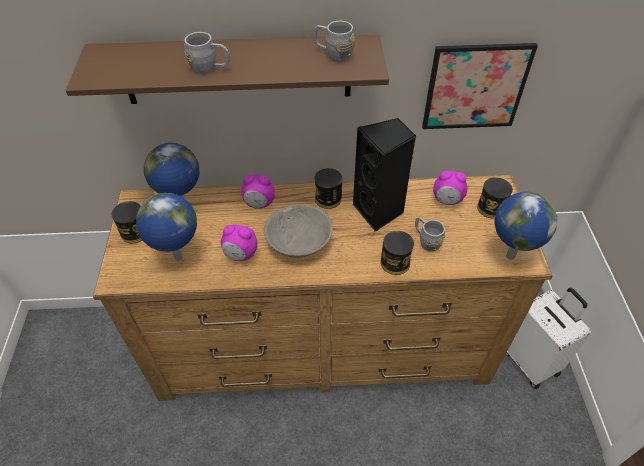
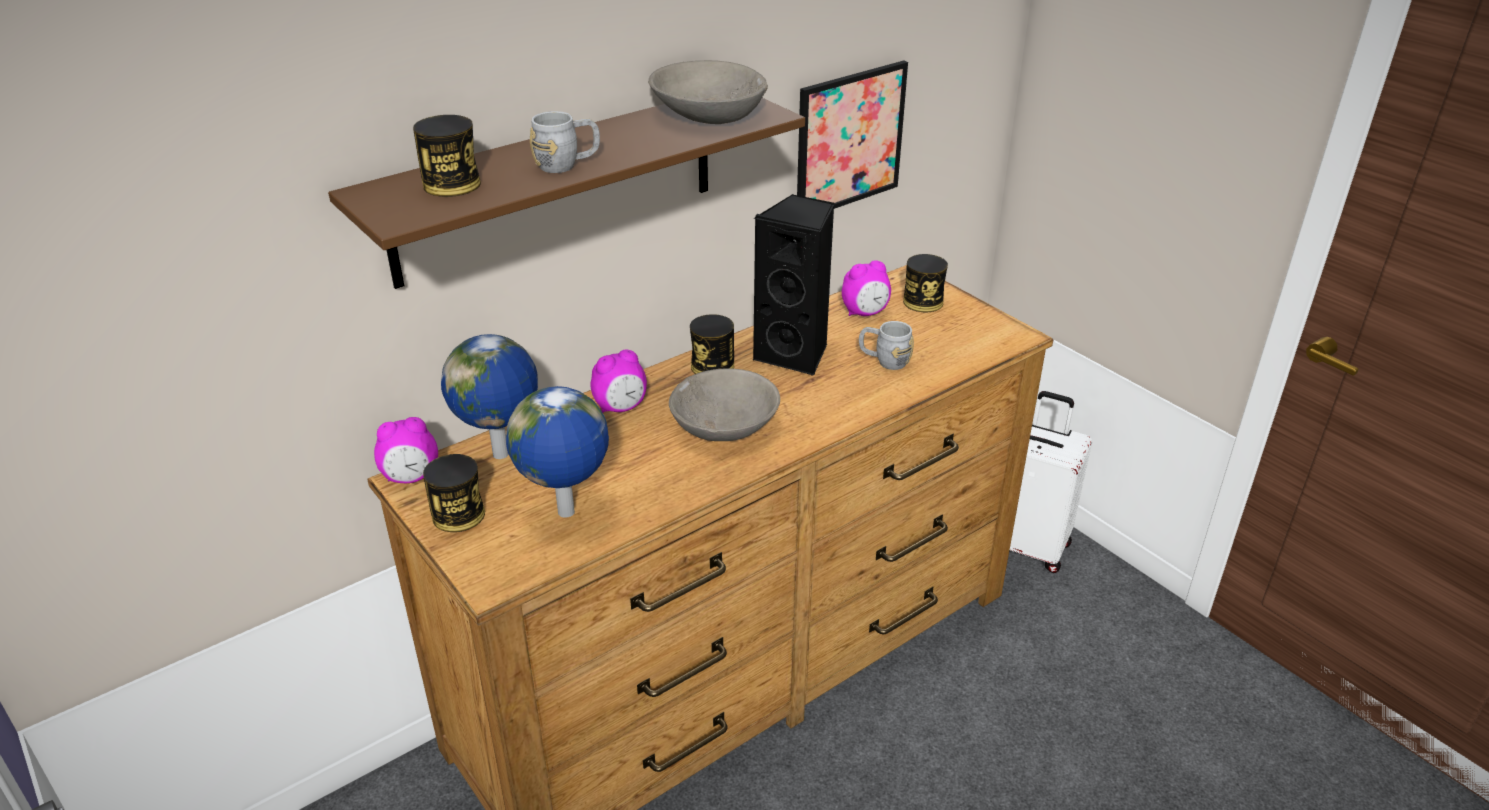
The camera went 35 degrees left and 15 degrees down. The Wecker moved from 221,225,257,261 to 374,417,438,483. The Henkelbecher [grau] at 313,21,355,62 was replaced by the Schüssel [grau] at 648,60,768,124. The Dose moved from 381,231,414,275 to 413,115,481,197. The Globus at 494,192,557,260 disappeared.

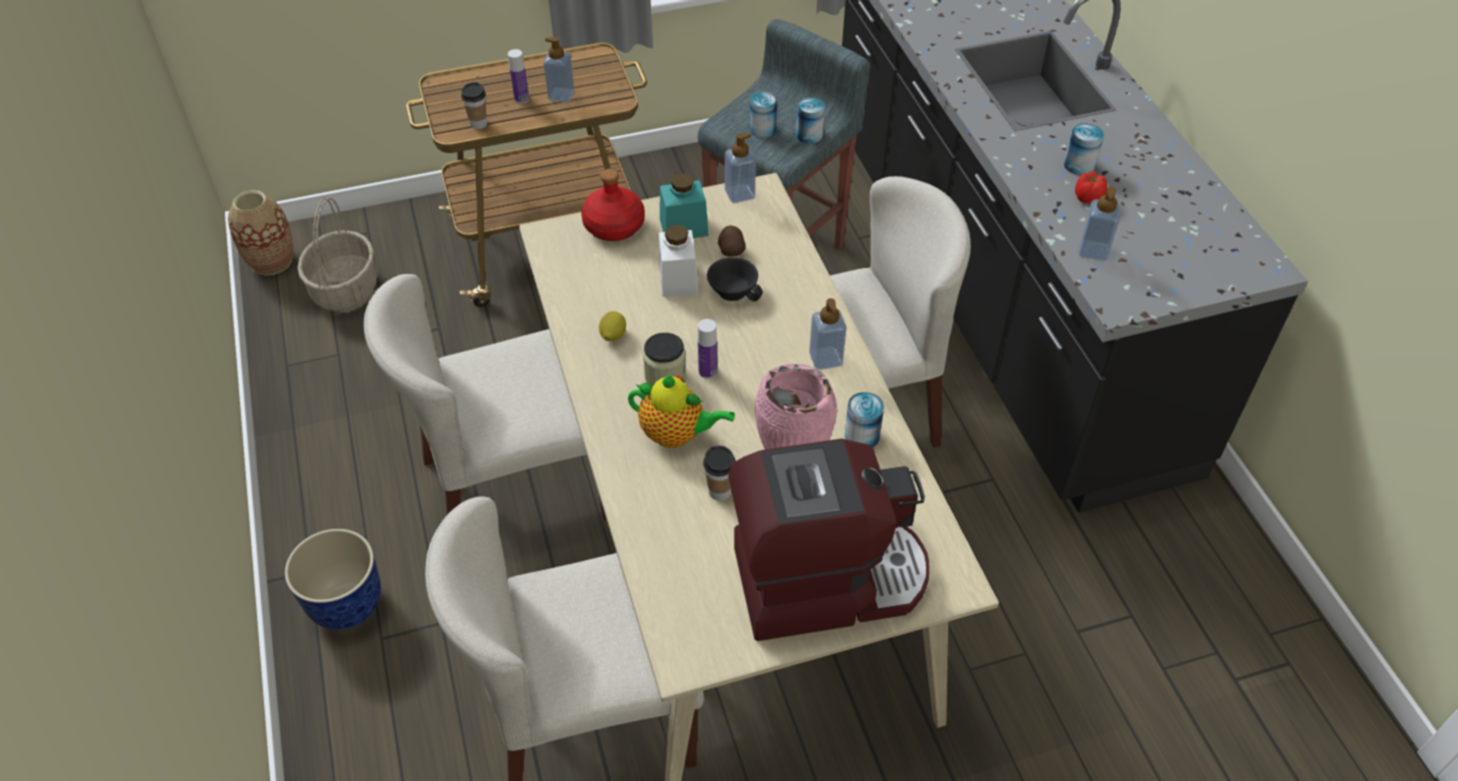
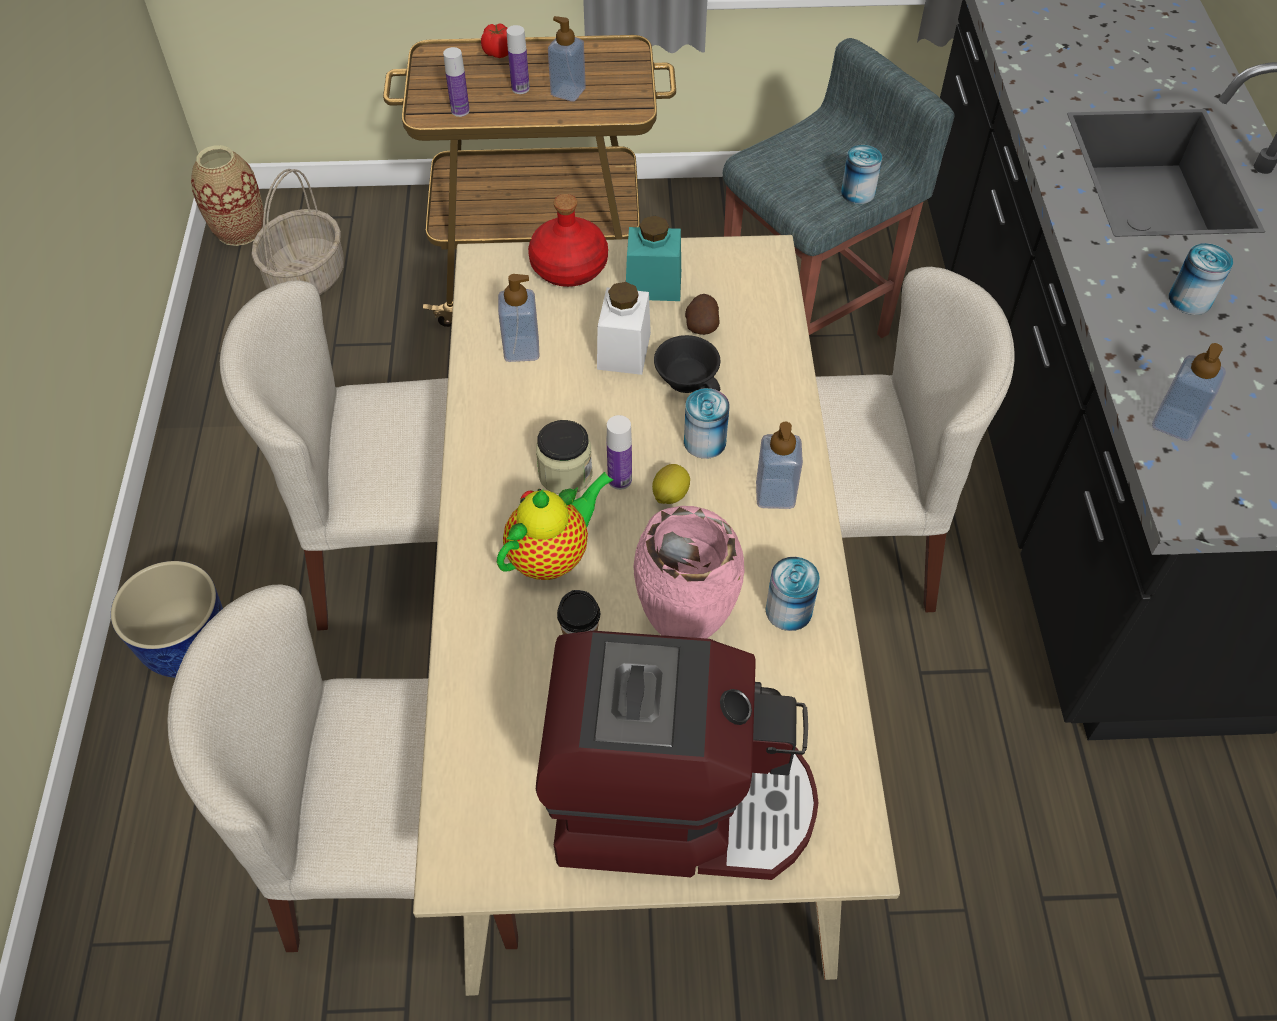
The camera went 15 degrees right and 5 degrees up. The Tasse at 461,82,487,129 was replaced by the Flasche at 443,47,470,117. The Zitrone moved from 599,311,626,341 to 652,464,690,504. The Teekanne at 628,375,735,448 turned 75 degrees counterclockwise. The Seifenspender moved from 725,133,756,203 to 498,274,539,362. The Dose moved from 750,92,777,138 to 684,388,730,459. The Tomate moved from 1075,171,1107,203 to 481,23,508,58.

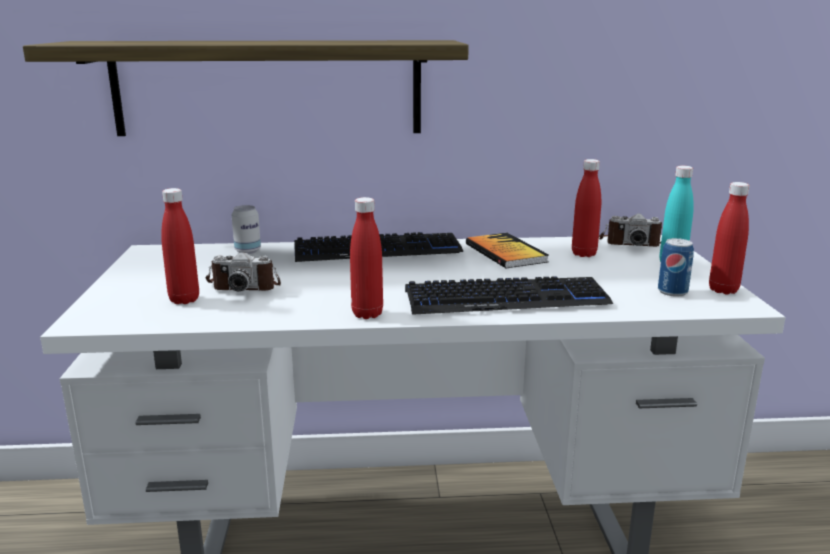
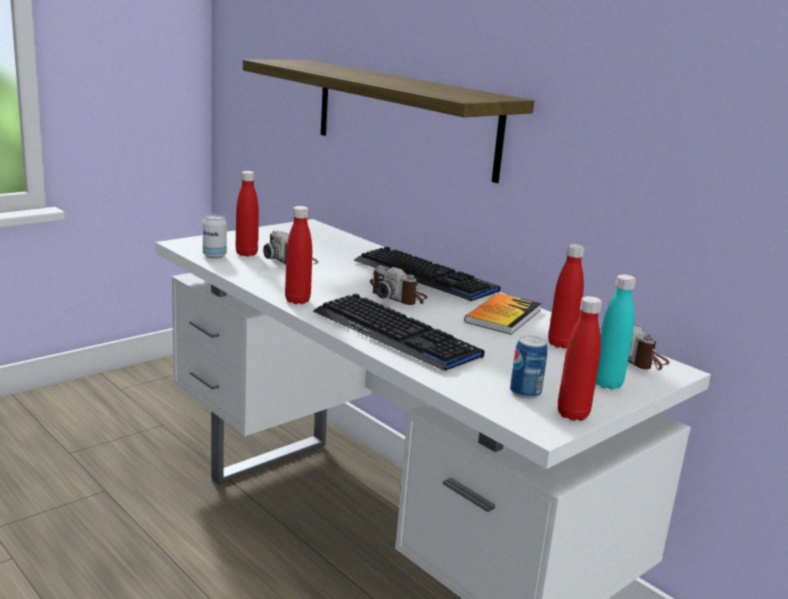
The camera went 50 degrees right and 0 degrees up. The Dose moved from 232,205,261,254 to 203,214,227,259. The Kamera at 370,265,427,305 appeared.

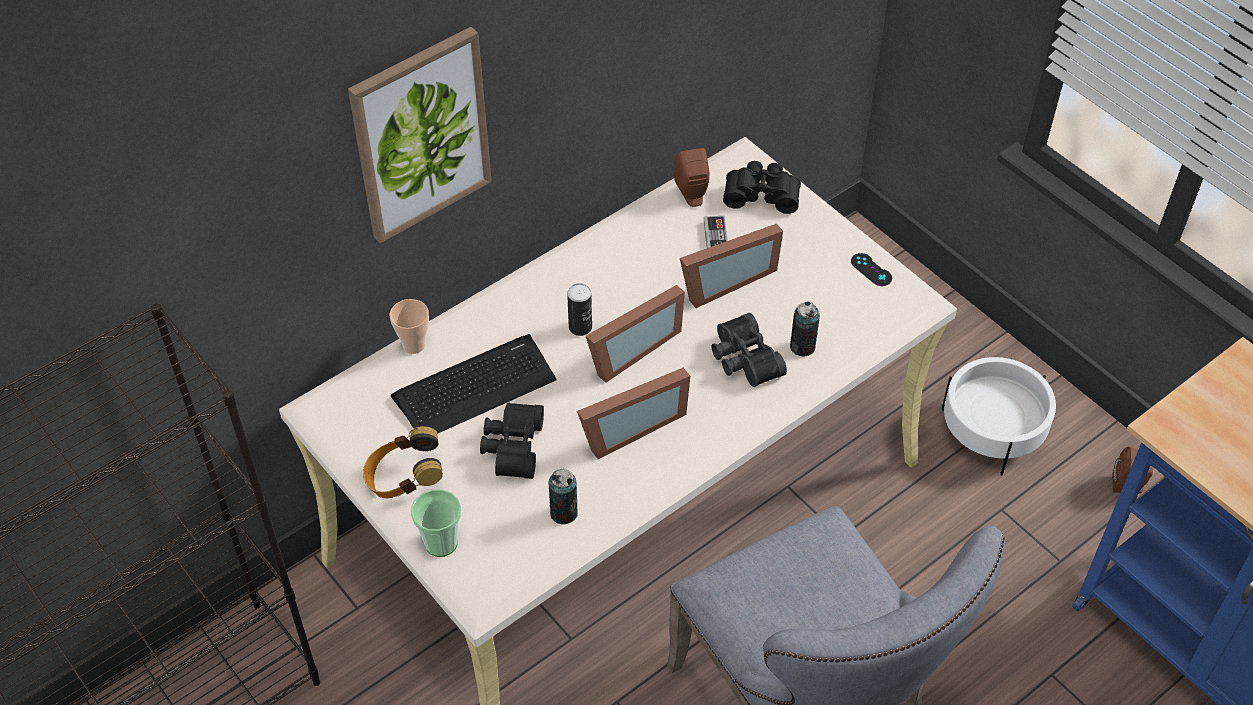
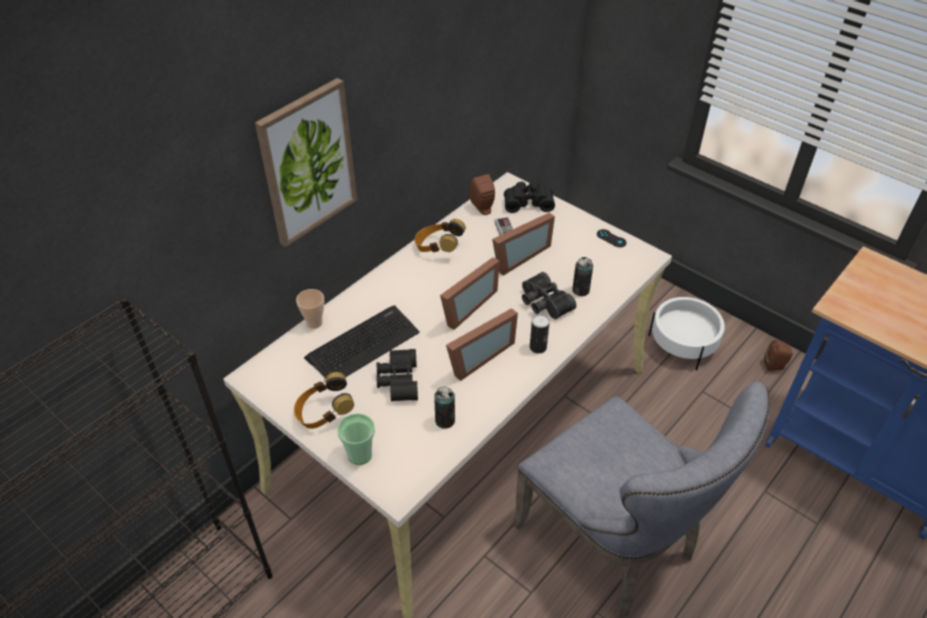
The camera went 10 degrees left and 5 degrees down. The Dose moved from 567,283,592,336 to 530,314,550,354. The Kopfhörer at 415,219,466,252 appeared.

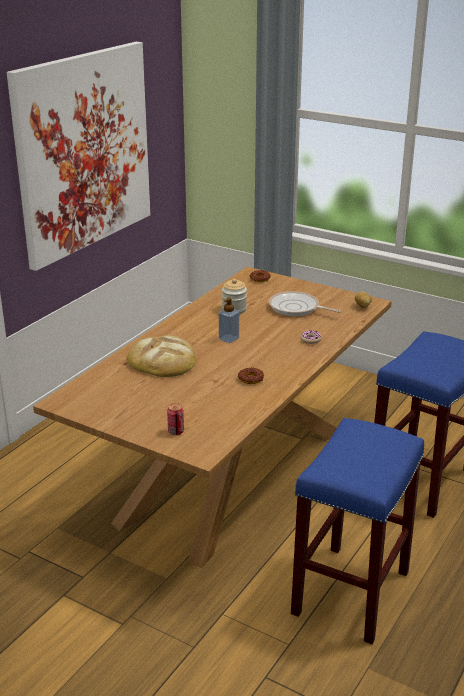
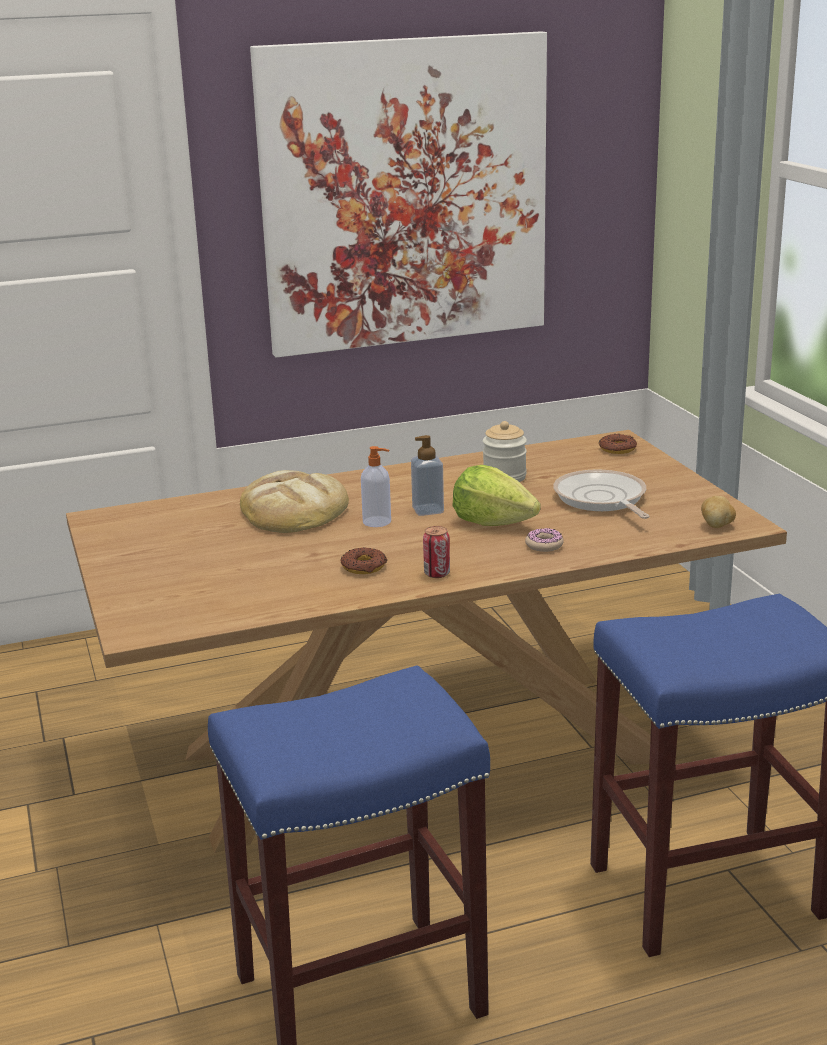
The camera went 40 degrees right and 5 degrees down. The Dose moved from 167,403,184,435 to 423,526,450,578. The Seifenspender at 361,446,391,527 appeared. The Salatkopf at 452,465,541,526 appeared.

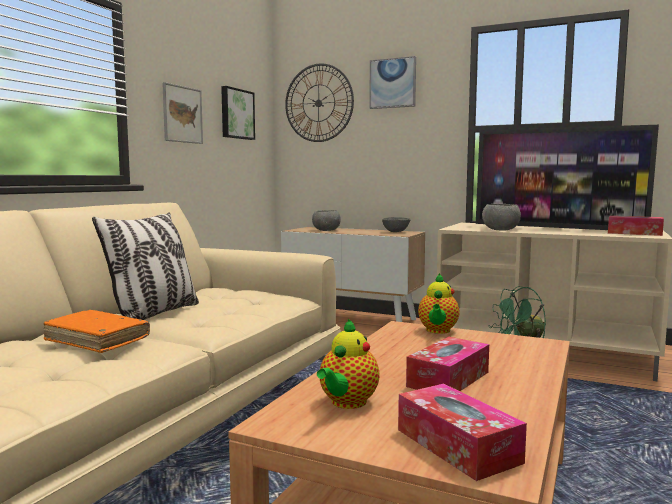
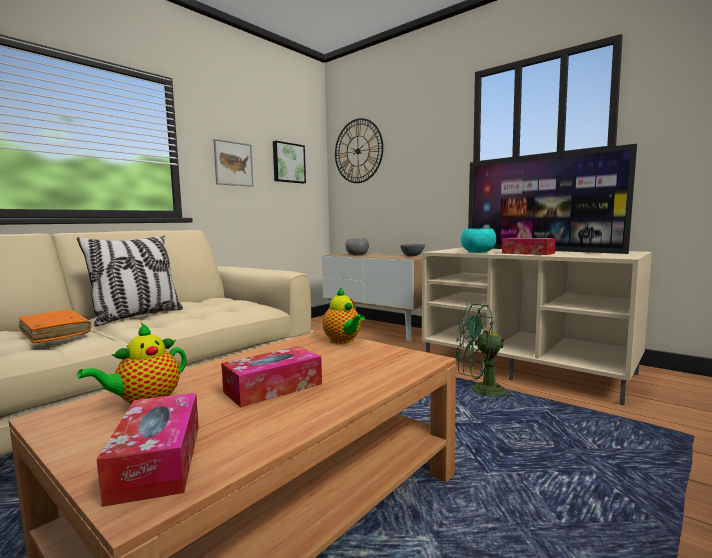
The camera went 15 degrees right and 0 degrees up. The Bild at 369,56,416,109 disappeared. The Teekanne at 418,273,460,334 turned 60 degrees counterclockwise. The Schüssel [grau] at 482,204,521,231 became the Schüssel [türkis] at 461,228,496,253. The Taschentuchbox moved from 608,216,664,236 to 502,238,556,255.

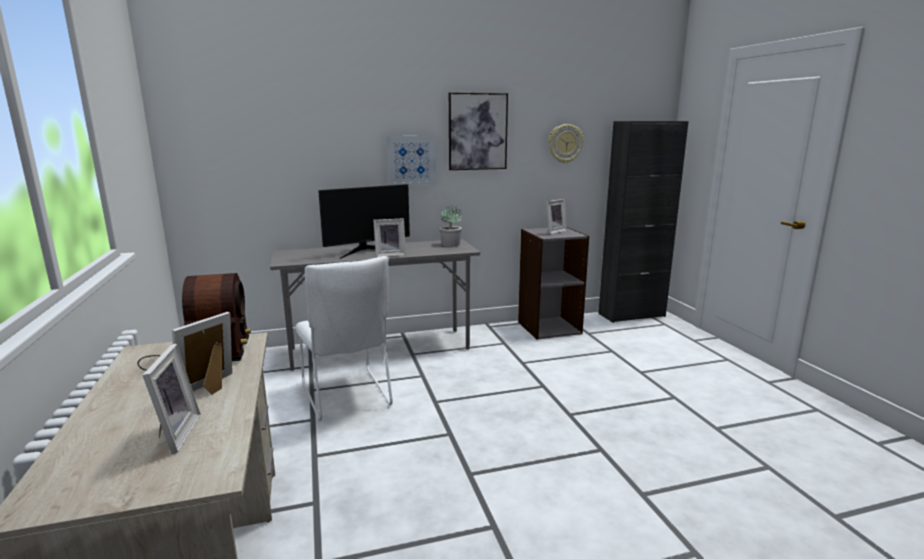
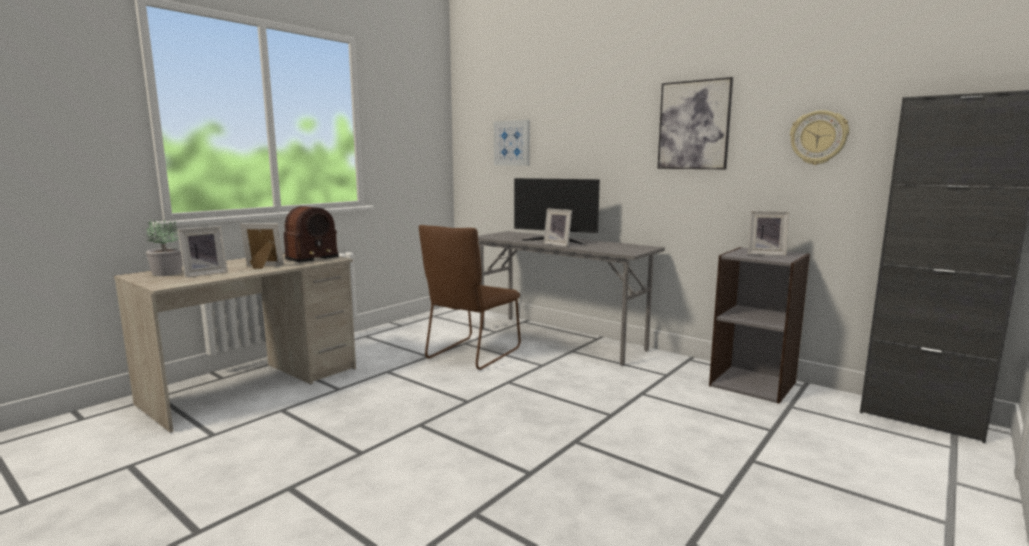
The camera went 55 degrees right and 5 degrees down. The Stuhl [weiß] at 295,256,393,421 became the Stuhl [braun] at 419,225,521,370. The Bild moved from 386,135,436,185 to 494,120,530,166. The Topfpflanze moved from 439,206,462,247 to 146,220,182,276.

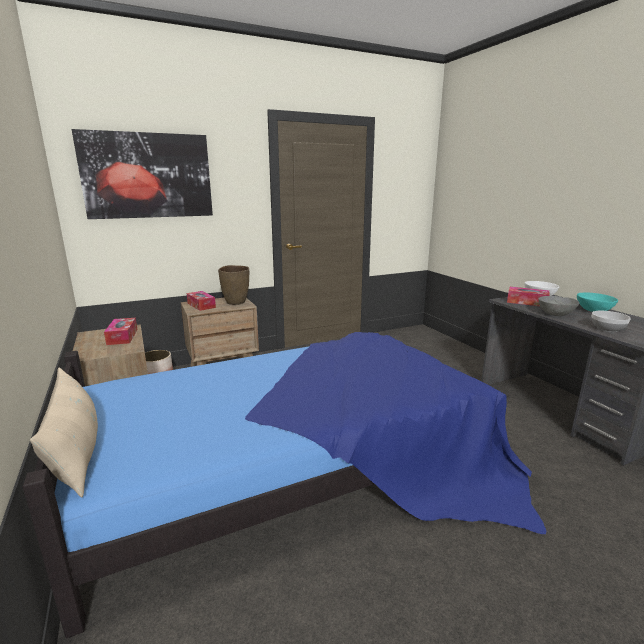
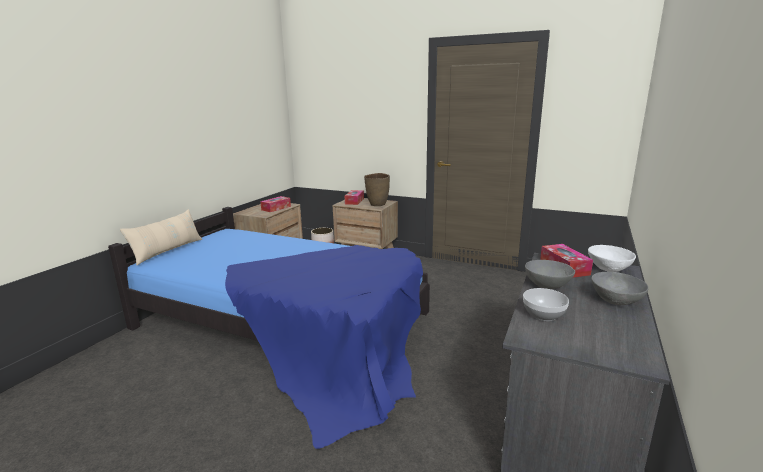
The camera went 50 degrees right and 0 degrees up. The Bild at 72,129,213,219 disappeared. The Schüssel [türkis] at 577,292,618,312 became the Schüssel [grau] at 591,272,649,305.

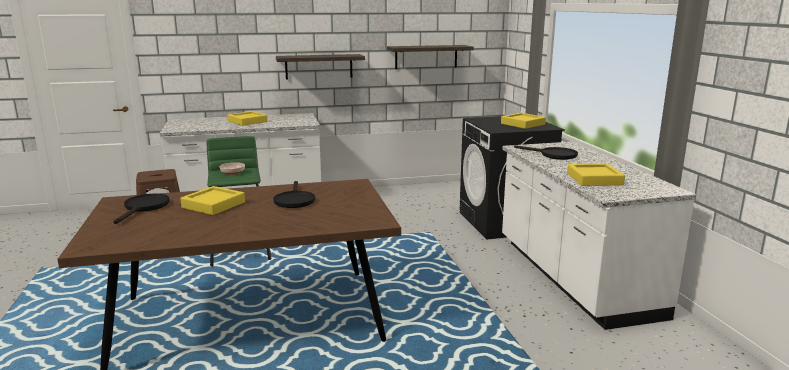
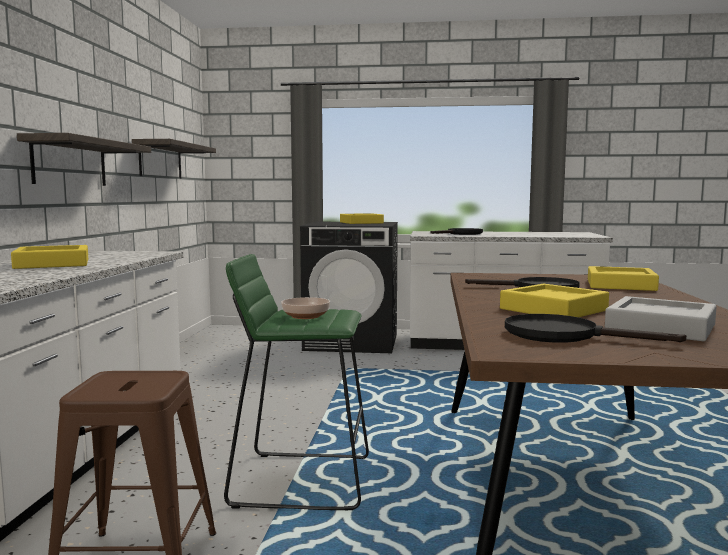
The camera went 70 degrees left and 10 degrees down. The Tablett [gelb] moved from 567,164,625,186 to 588,266,659,291. The Tablett [grau] at 605,296,717,341 appeared.

